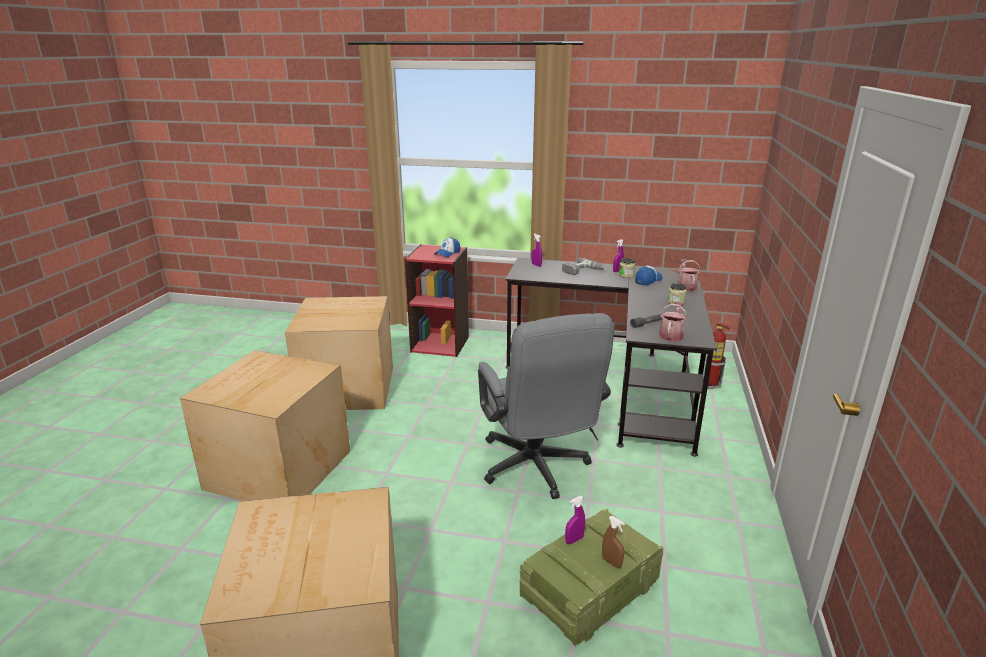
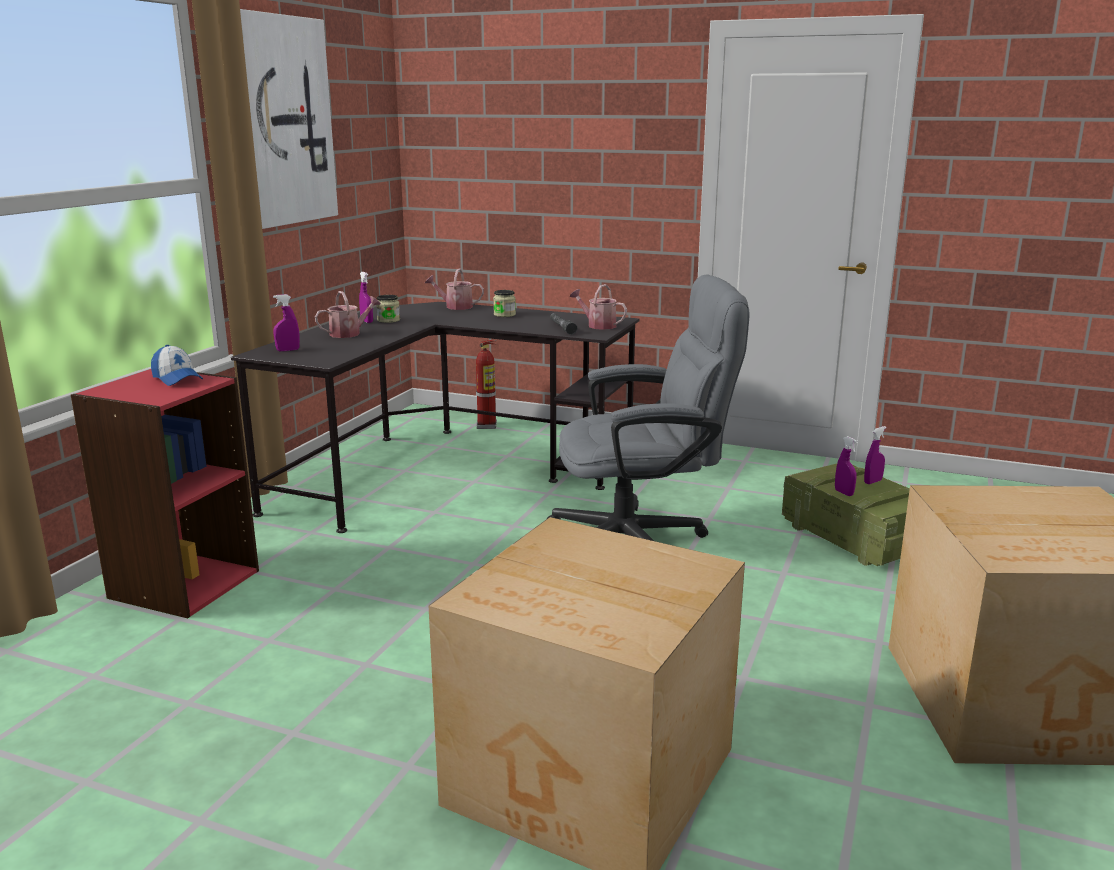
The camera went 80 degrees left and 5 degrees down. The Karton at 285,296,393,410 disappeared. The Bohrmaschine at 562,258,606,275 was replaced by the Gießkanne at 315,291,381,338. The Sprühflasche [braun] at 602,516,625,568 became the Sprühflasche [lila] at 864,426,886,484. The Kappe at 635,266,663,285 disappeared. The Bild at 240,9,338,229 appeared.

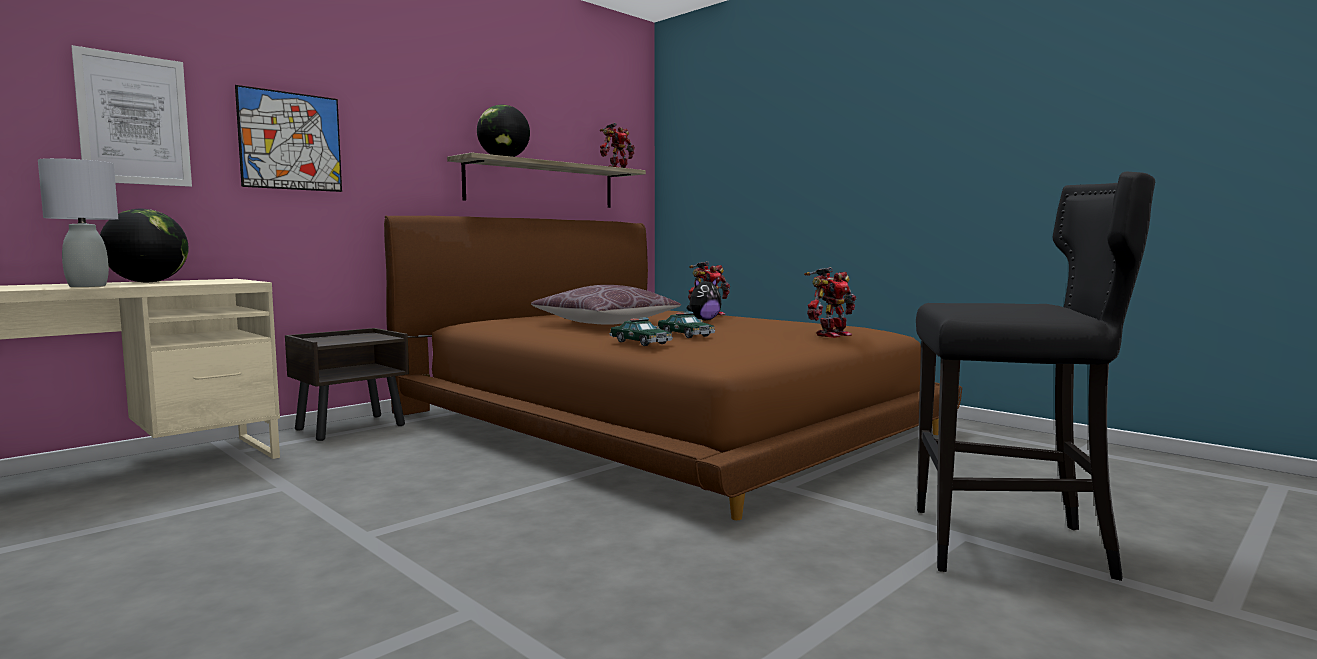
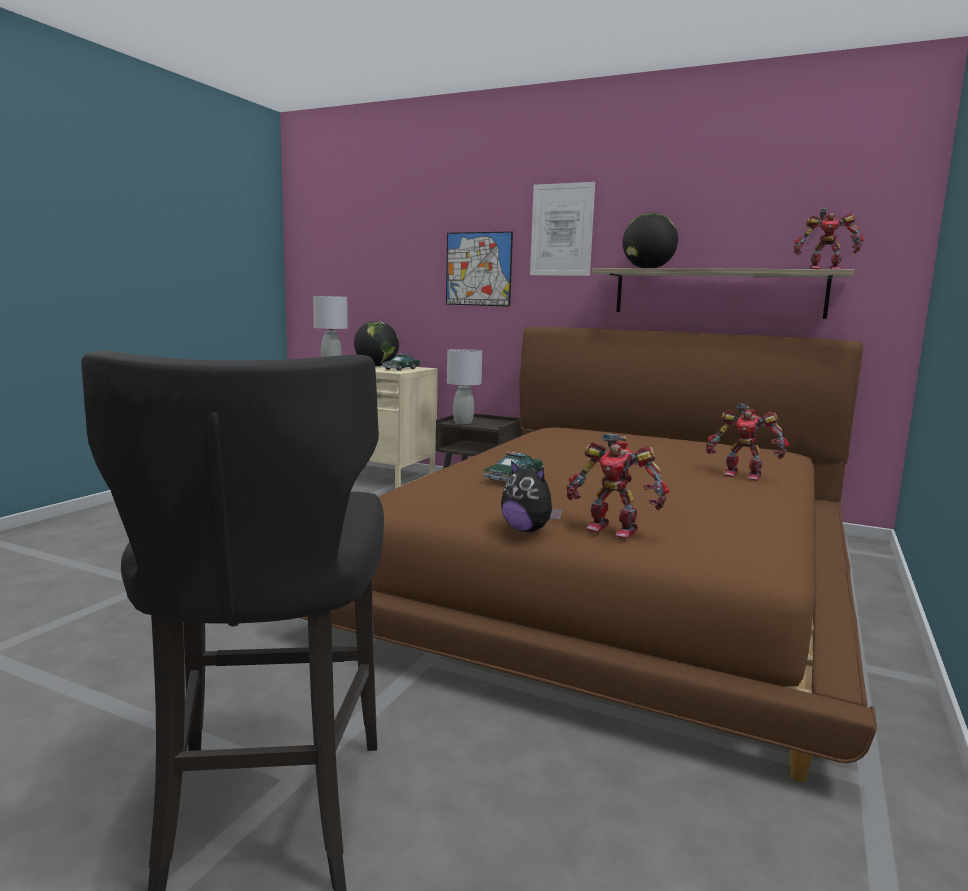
The camera went 70 degrees right and 5 degrees up. The Bild moved from 71,45,192,187 to 530,182,595,276. The Kissen [braun] at 531,285,681,325 disappeared. The Spielzeugauto moved from 609,317,673,346 to 382,354,420,371. The Plüschtier moved from 686,278,722,321 to 501,460,562,532. The Tischlampe [grau] at 447,349,482,424 appeared.

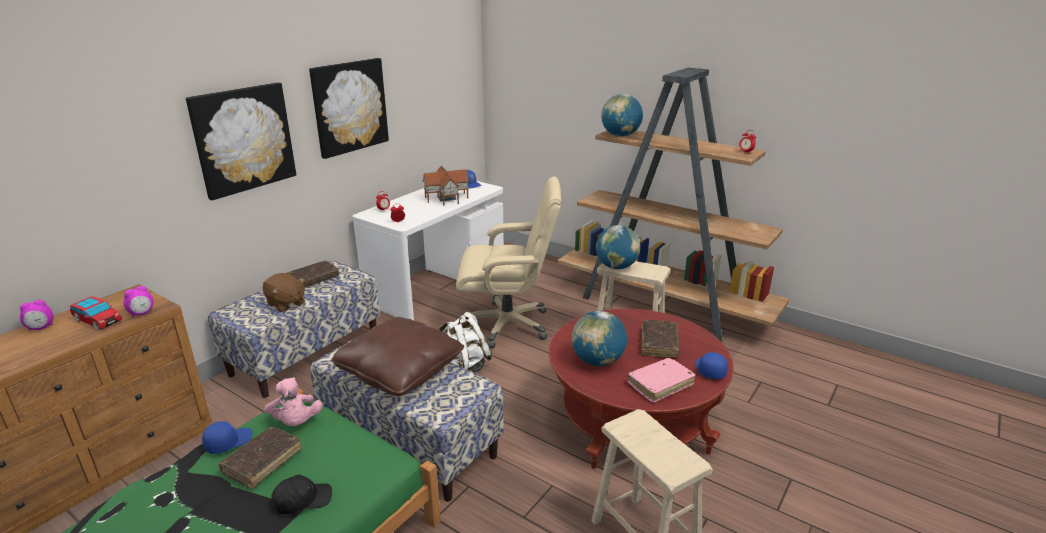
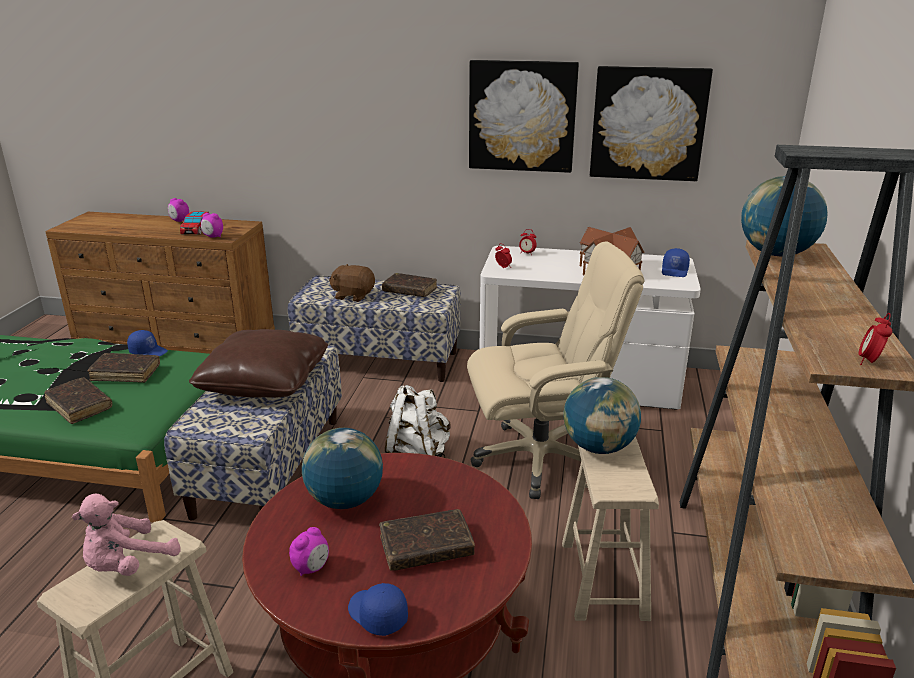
The camera went 65 degrees right and 0 degrees up. The Bild moved from 186,83,296,200 to 590,66,713,181. The Plüschtier [braun] at 263,273,305,312 turned 90 degrees clockwise. The Plüschtier [rosa] moved from 264,377,322,426 to 72,494,181,576. The Kappe [schwarz] at 272,475,332,514 was replaced by the Buch [braun] at 44,378,112,424. The Bürostuhl [beige] at 456,176,561,348 turned 75 degrees counterclockwise. The Buch [rosa] at 627,358,696,403 was replaced by the Wecker at 289,527,329,576. The Kappe [blau] at 695,352,728,379 turned 105 degrees counterclockwise.

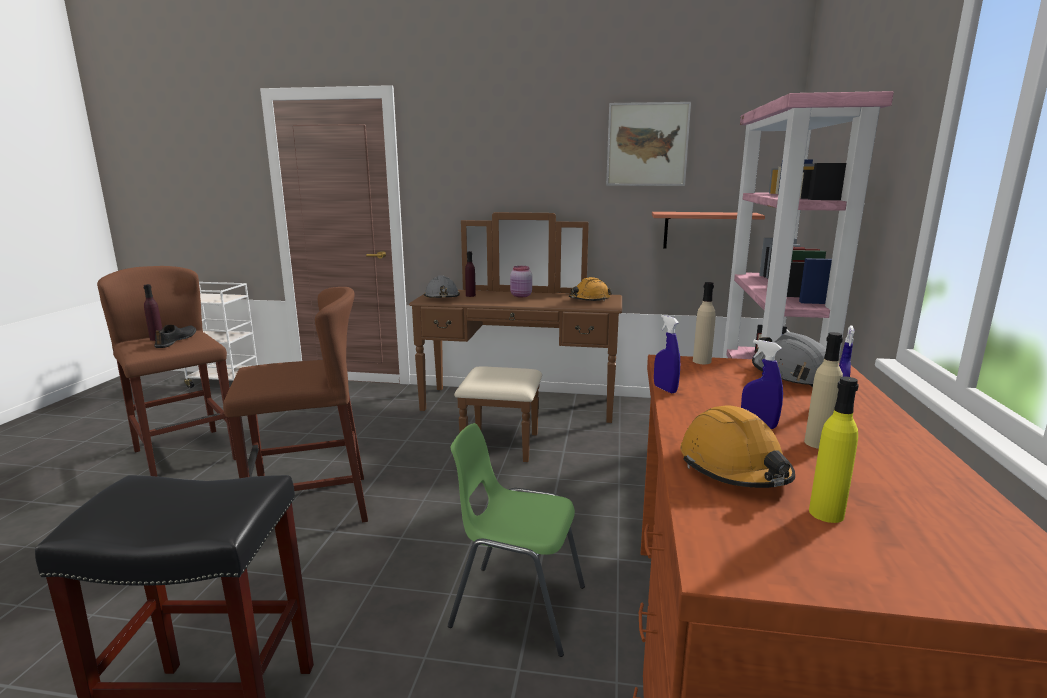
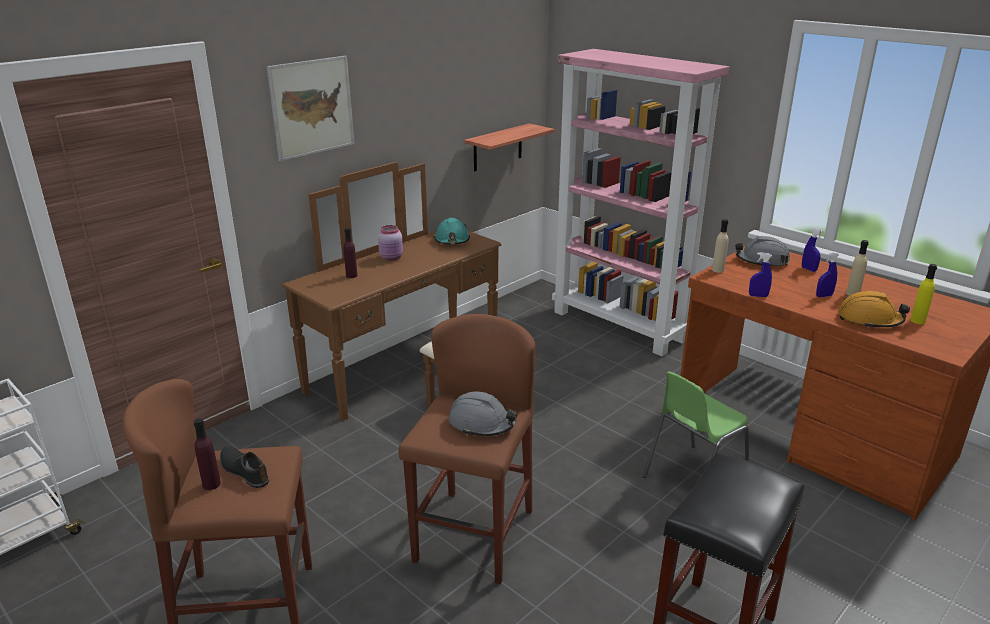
The camera went 55 degrees left and 10 degrees up. The Schutzhelm [grau] moved from 424,275,460,298 to 449,391,518,436. The Schutzhelm [orange] at 569,277,612,301 became the Schutzhelm [türkis] at 434,218,470,244. The Bild moved from 606,102,691,186 to 267,56,355,161.

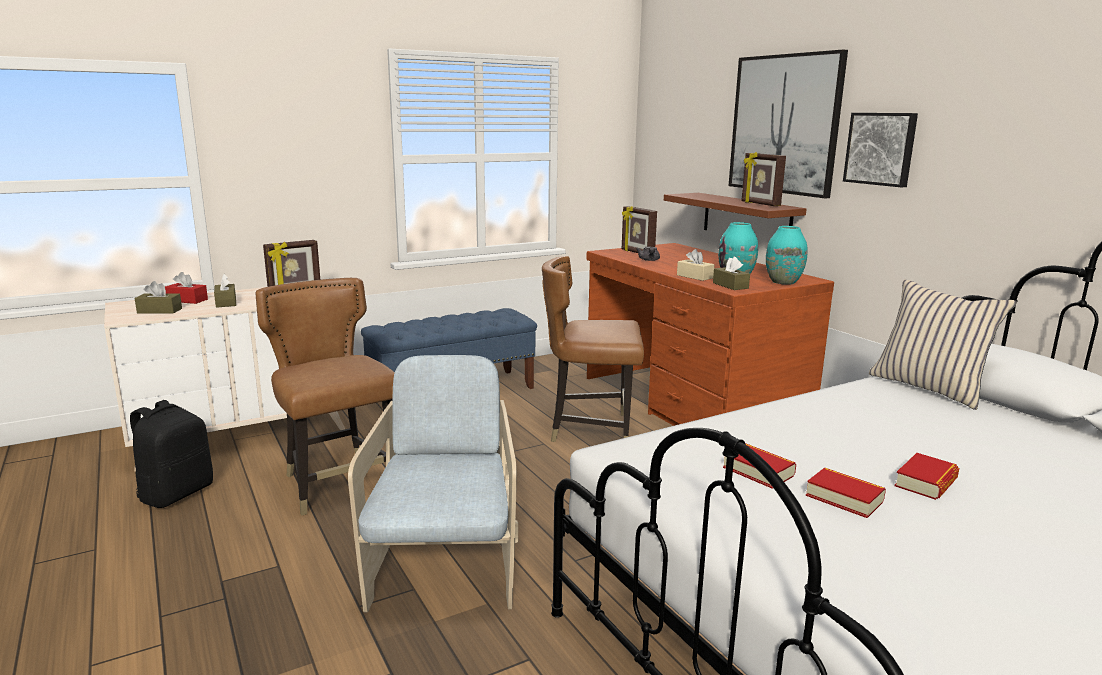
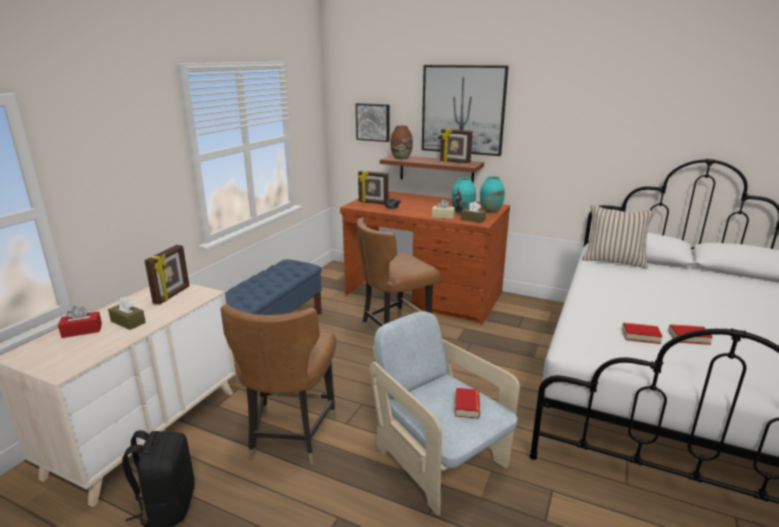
The camera went 35 degrees left and 5 degrees up. The Taschentuchbox [braun] at 135,281,182,314 disappeared. The Stuhl [braun] at 255,278,395,515 turned 105 degrees counterclockwise. The Bild moved from 843,113,918,187 to 356,103,390,142. The Buch moved from 894,453,959,500 to 455,388,480,419. The Vase [braun] at 390,126,413,160 appeared.

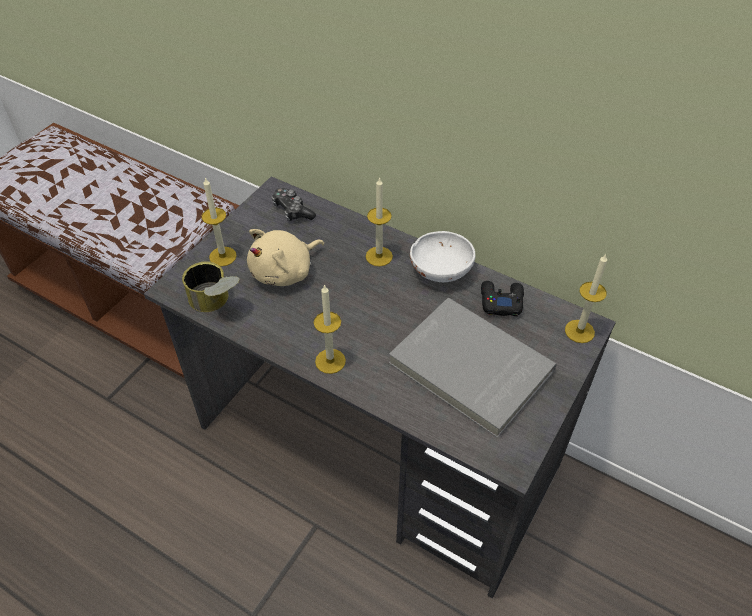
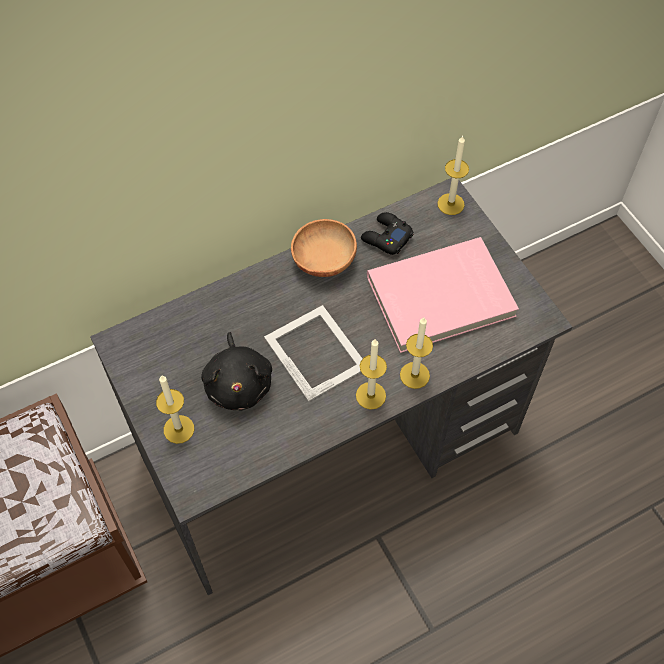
The camera went 60 degrees left and 10 degrees up. The Dose at 182,261,240,312 disappeared. The Plüschtier [beige] at 247,229,324,286 became the Plüschtier [schwarz] at 201,332,272,411. The Gamepad at 271,188,316,221 disappeared. The Kerze moved from 366,177,393,267 to 400,317,433,389. The Buch [grau] at 389,298,557,438 became the Buch [rosa] at 367,237,519,353. The Schüssel [weiß] at 410,231,475,282 became the Schüssel [braun] at 291,219,357,277. The Bilderrahmen at 264,305,362,402 appeared.

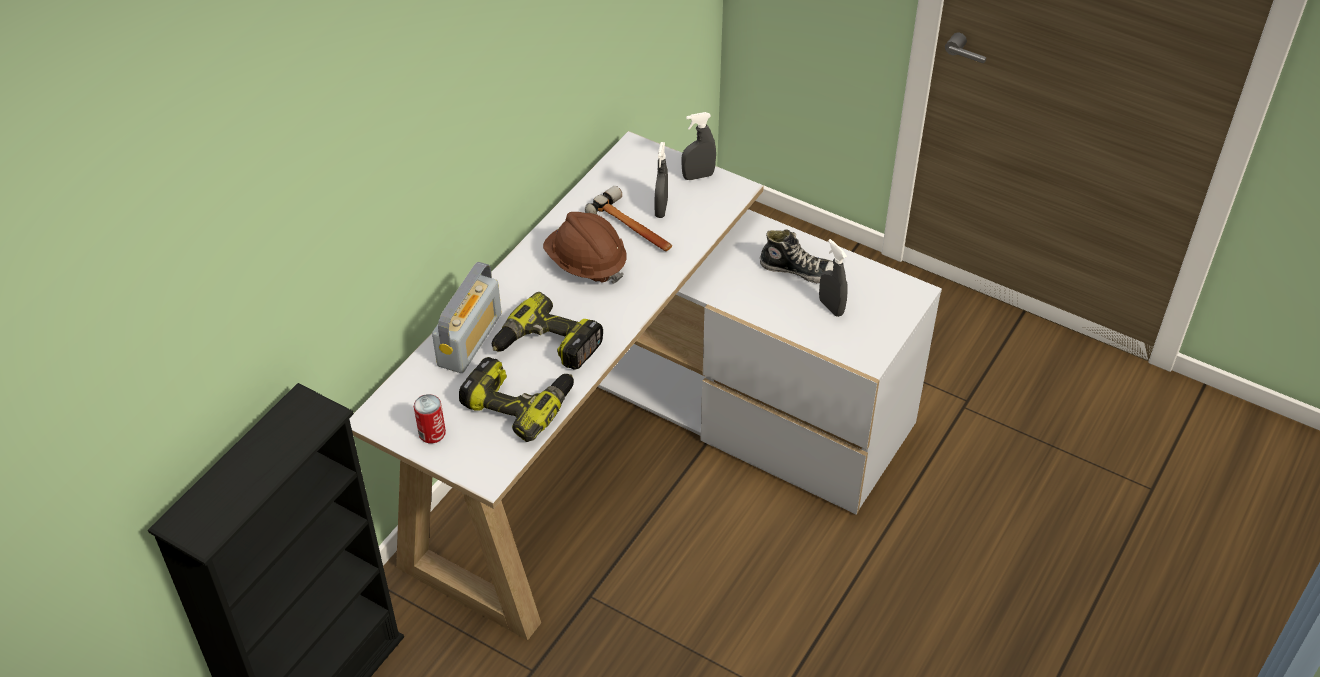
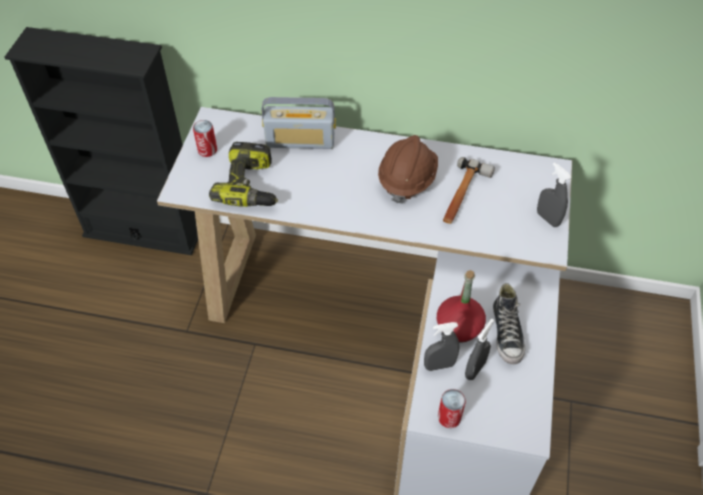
The camera went 70 degrees right and 5 degrees up. The Bohrmaschine at 492,292,603,370 disappeared. The Sprühflasche [grau] moved from 654,142,668,218 to 424,322,459,371. The Flasche [rot] at 437,270,486,343 appeared. The Dose at 438,389,466,428 appeared.

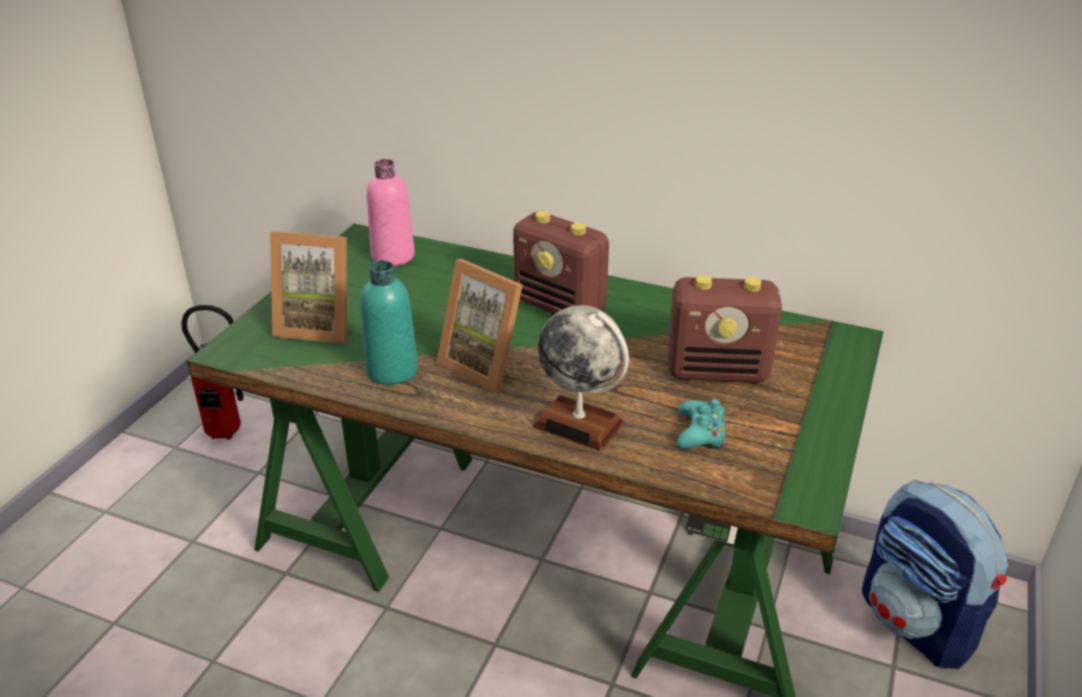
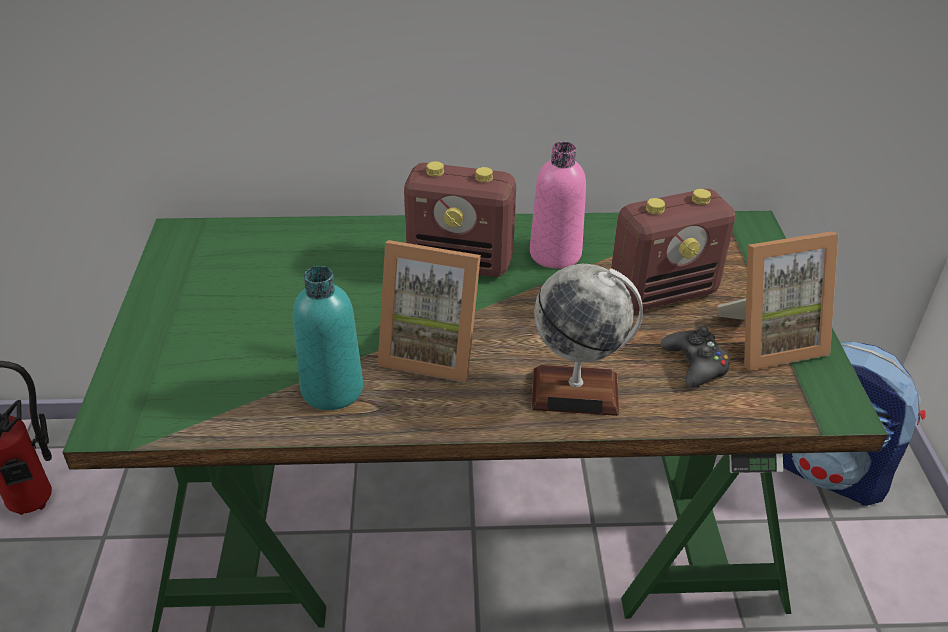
The camera went 25 degrees left and 5 degrees up. The Bilderrahmen moved from 270,231,347,343 to 717,231,838,371. The Flasche [rosa] moved from 367,159,415,266 to 530,142,586,269. The Gamepad [türkis] at 677,399,726,449 became the Gamepad [schwarz] at 661,326,730,388.

